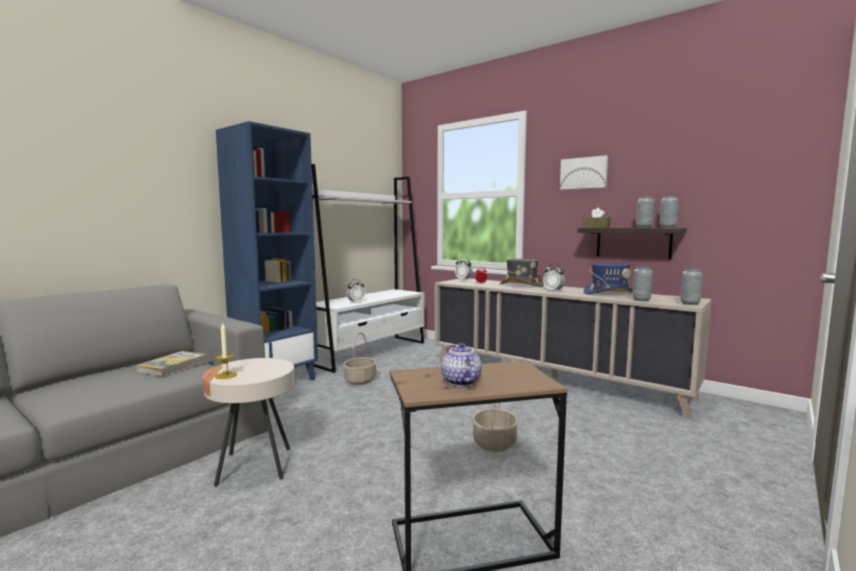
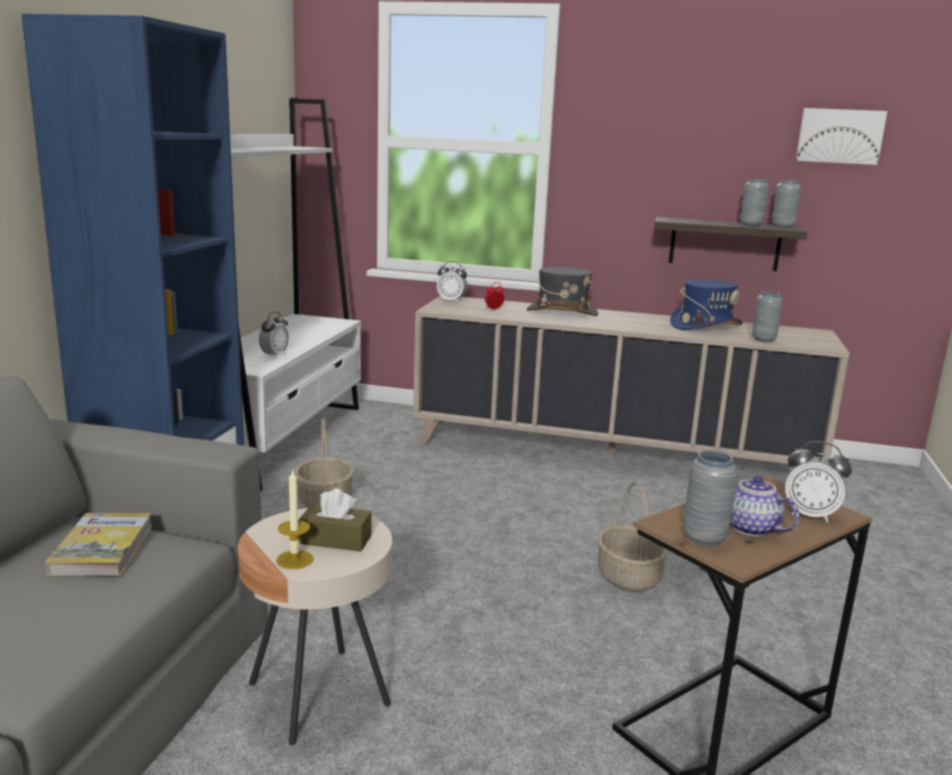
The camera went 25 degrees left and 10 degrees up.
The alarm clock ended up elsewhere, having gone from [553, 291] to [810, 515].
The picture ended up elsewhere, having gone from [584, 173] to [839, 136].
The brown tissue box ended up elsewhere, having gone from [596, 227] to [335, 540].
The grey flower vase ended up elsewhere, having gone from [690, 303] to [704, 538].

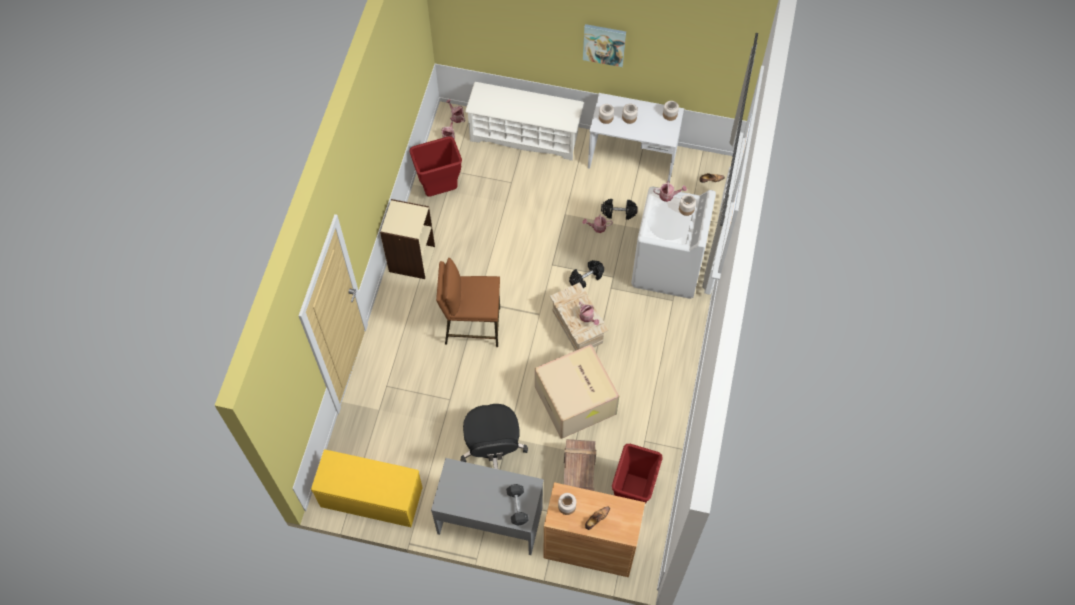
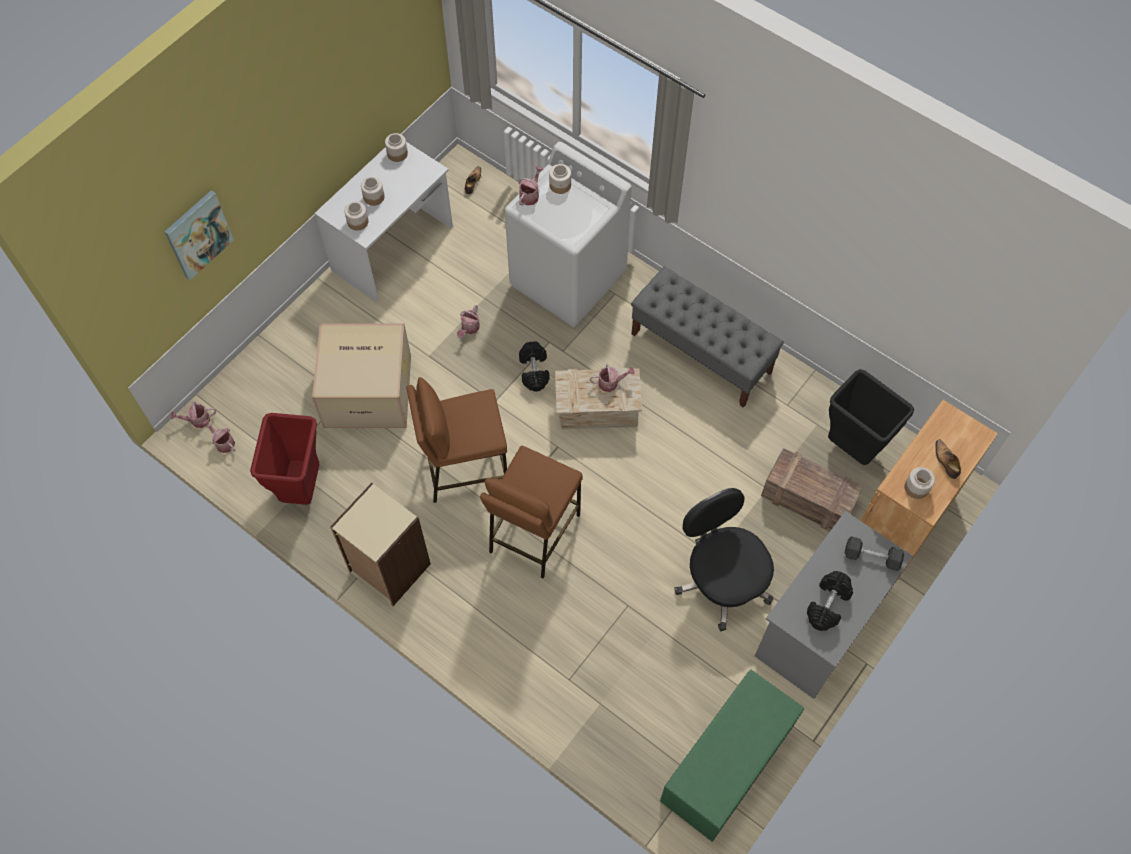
The camera went 65 degrees left and 0 degrees up.
The second view lost the white shoe shelf at [525, 136].
The second view gained the brown stool at [465, 468].
The second view gained the grey indoor bench at [701, 353].
The cardboard box ended up elsewhere, having gone from [576, 401] to [369, 390].
The picture ended up elsewhere, having gone from [604, 44] to [198, 234].
The blackish free weight ended up elsewhere, having gone from [618, 212] to [828, 605].
What was the yellow indoor bench at [370, 497] turned into the greenish indoor bench at [726, 766].
What was the red waste bin at [631, 494] turned into the blackish waste bin at [850, 449].
The blackish office chair at [493, 448] ended up facing another way, 135 degrees counterclockwise from before.

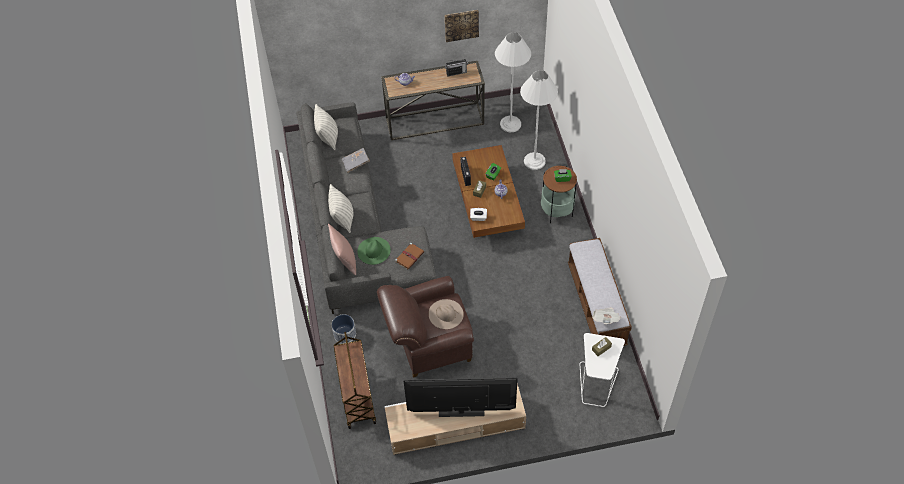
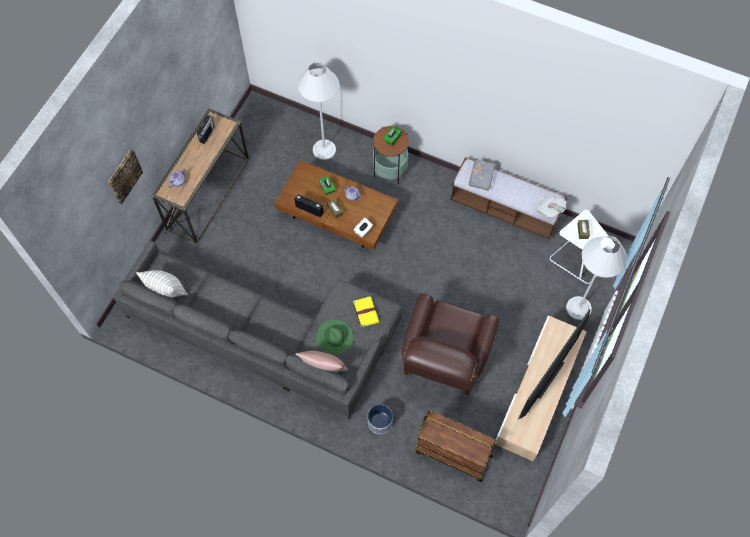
The camera went 55 degrees left and 10 degrees up.
The second view lost the cushion at [342, 218].
The second view lost the beige-coloured clothing hat at [445, 314].
The grey bound book ended up elsewhere, having gone from [356, 163] to [481, 177].
The picture ended up elsewhere, having gone from [461, 25] to [124, 176].
The white standing lamp ended up elsewhere, having gone from [510, 124] to [578, 308].
What was the brown bound book at [410, 256] turned into the yellow bound book at [365, 311].

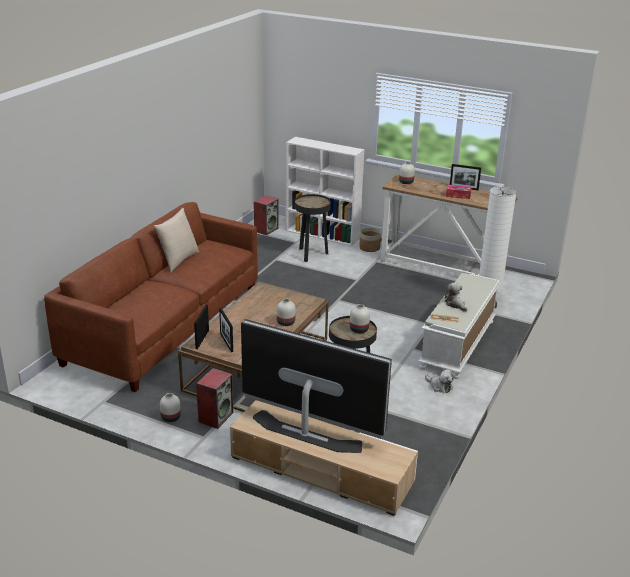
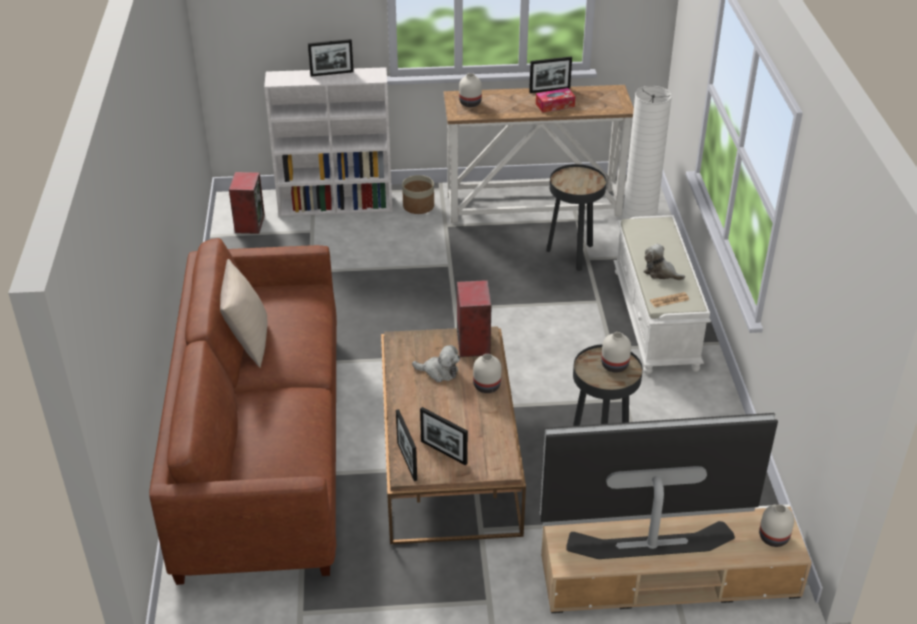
The camera went 30 degrees left and 10 degrees up.
The second view gained the picture frame at [332, 73].
The white flower vase ended up elsewhere, having gone from [171, 418] to [774, 537].
The loudspeaker ended up elsewhere, having gone from [216, 417] to [472, 342].
The blackish side table ended up elsewhere, having gone from [311, 255] to [572, 256].
The plush toy ended up elsewhere, having gone from [439, 386] to [439, 372].

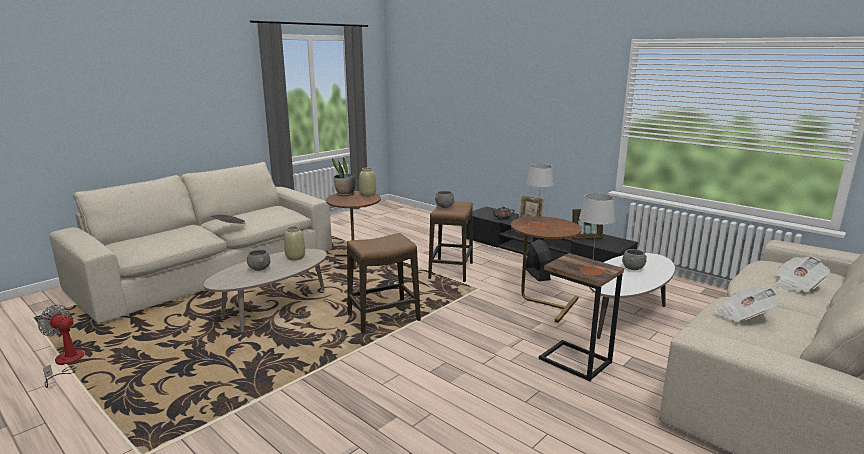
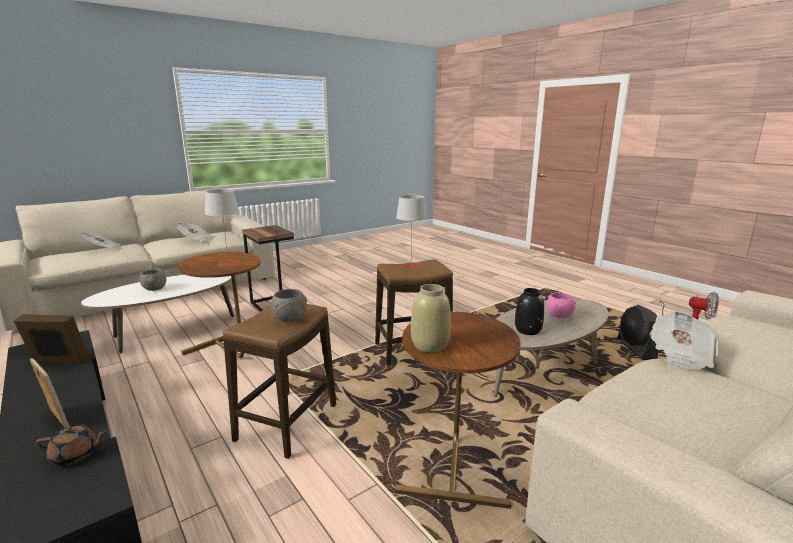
The camera went 170 degrees left and 0 degrees up.
The second view lost the potted plant at [345, 194].
The blackish fan ended up elsewhere, having gone from [537, 274] to [636, 349].
The grey tabletop lamp ended up elsewhere, having gone from [591, 271] to [411, 266].
What was the grey serving bowl at [259, 269] turned into the pink serving bowl at [558, 316].
What was the beige-coloured flower vase at [295, 257] turned into the blackish flower vase at [527, 330].

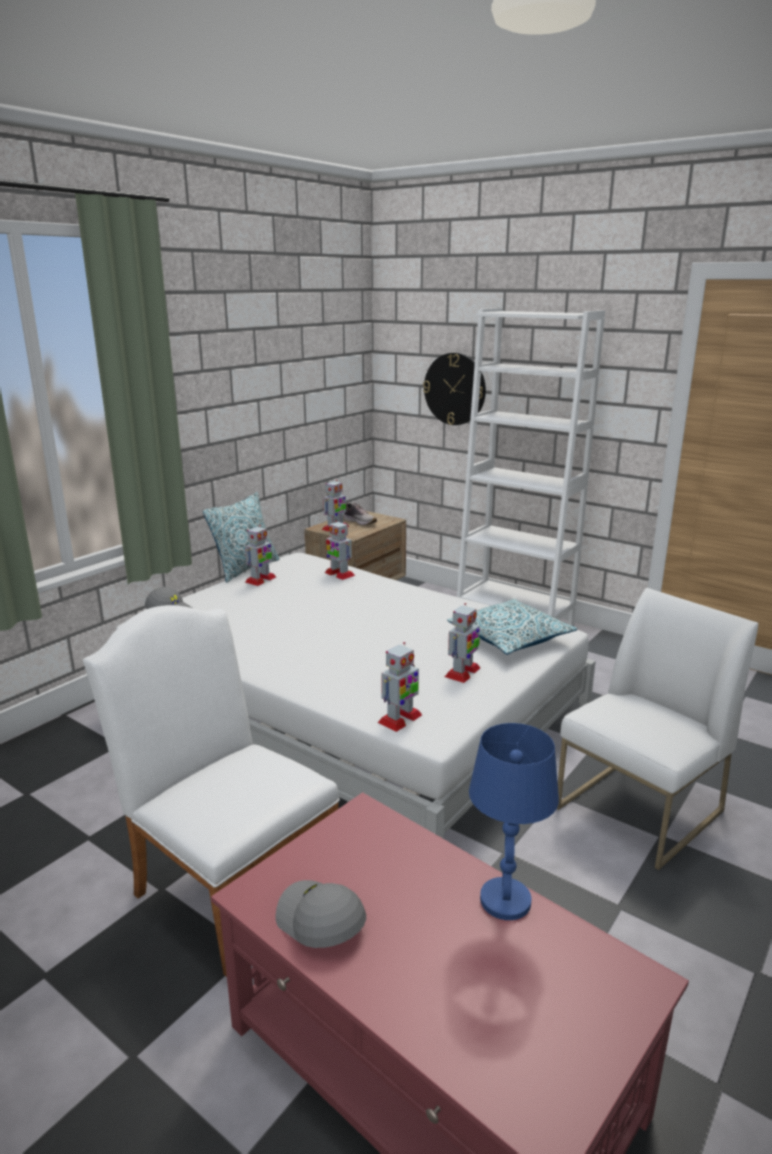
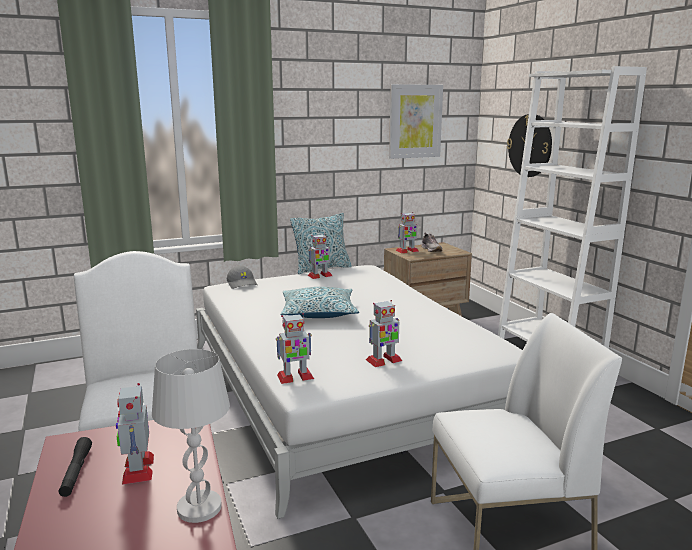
The camera went 30 degrees right and 5 degrees down.
The second view gained the picture at [415, 121].
The model robot ended up elsewhere, having gone from [339, 574] to [138, 468].
The cushion ended up elsewhere, having gone from [510, 638] to [318, 312].
Where the grey peaked cap stood at [319, 922], the blackish torch came to stand at [76, 472].
What was the bluish tabletop lamp at [505, 900] turned into the white tabletop lamp at [199, 507].

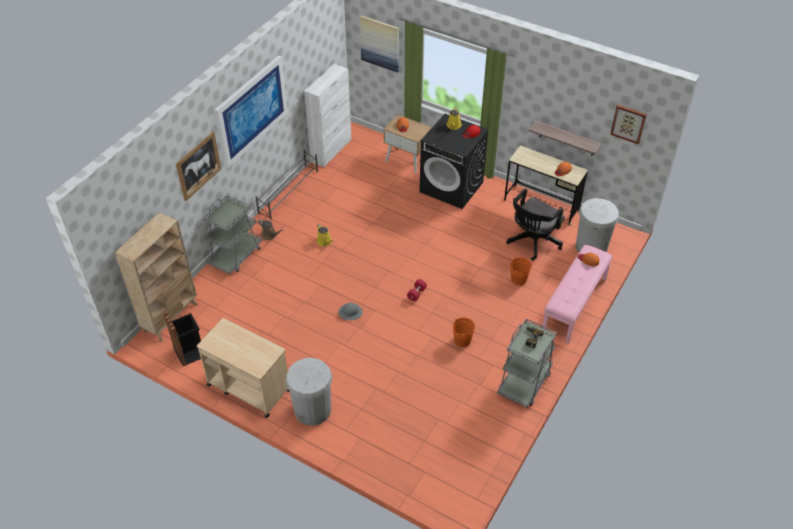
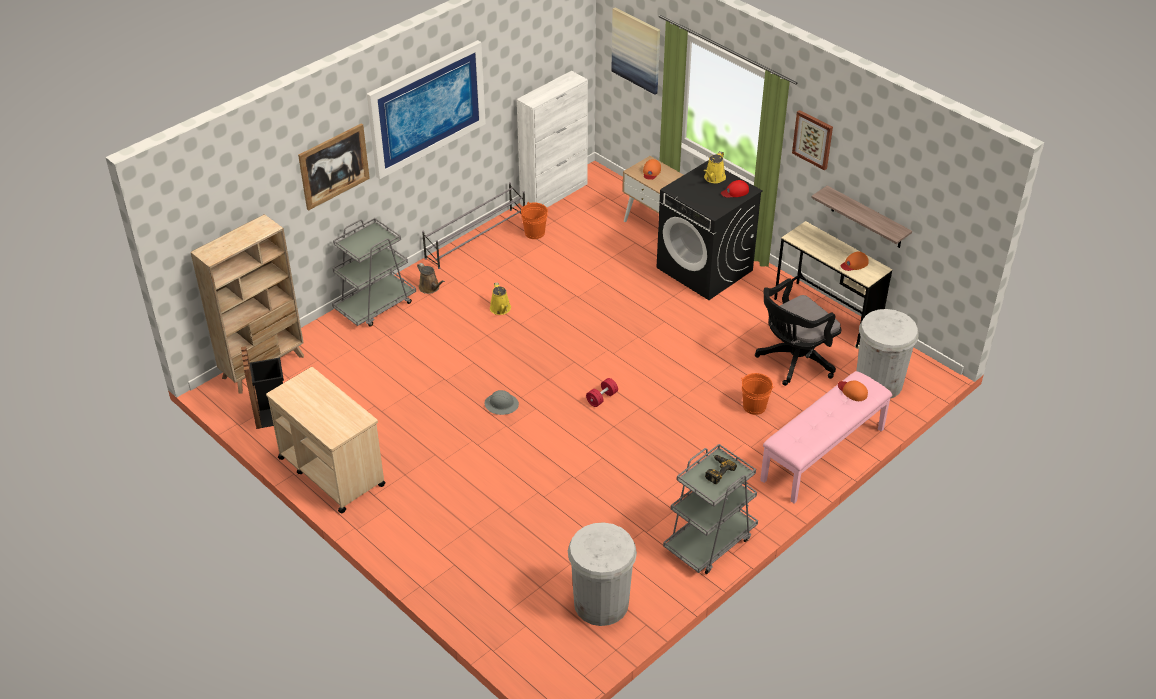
The camera went 15 degrees right and 5 degrees down.
The white waste bin ended up elsewhere, having gone from [312, 409] to [601, 603].
The orange bucket ended up elsewhere, having gone from [462, 340] to [534, 233].
The picture ended up elsewhere, having gone from [628, 123] to [813, 139].

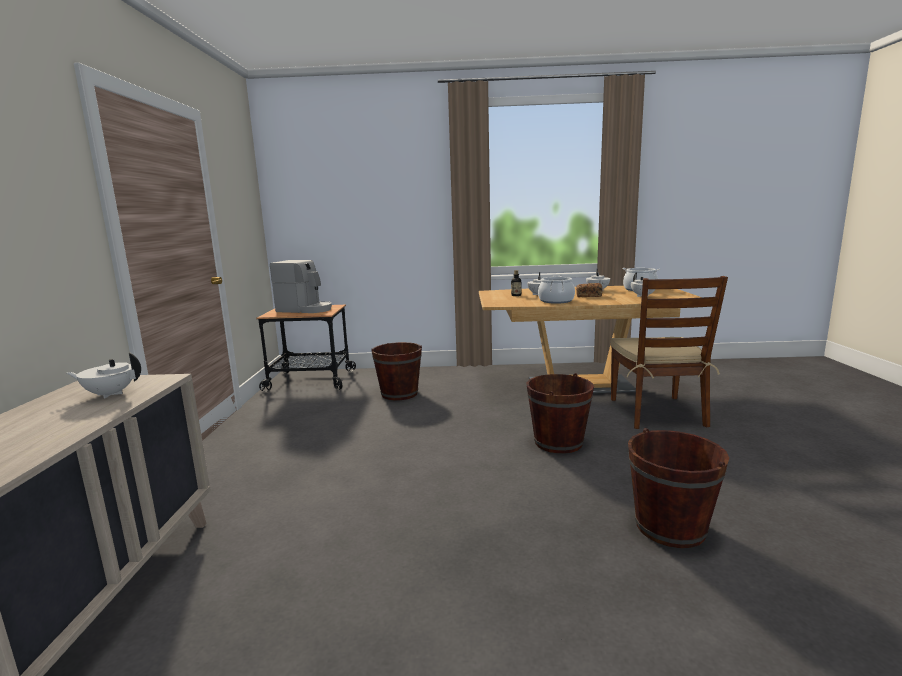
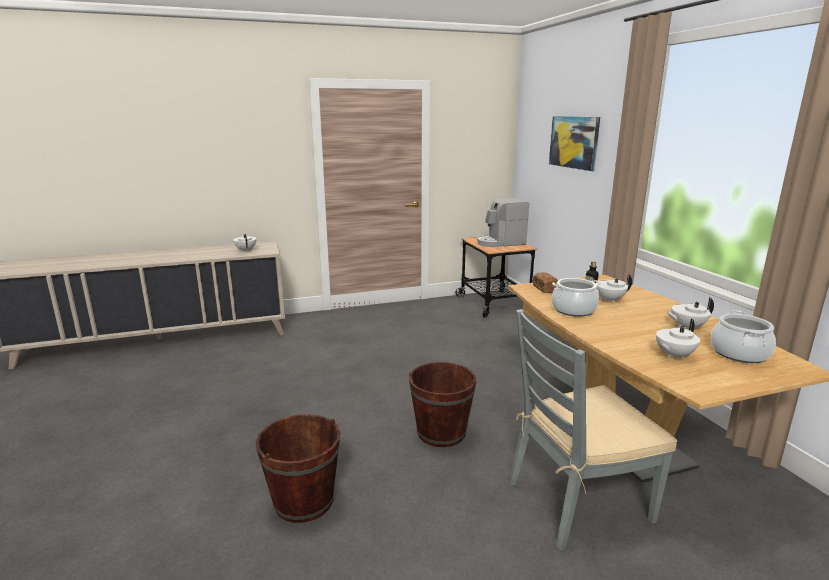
The camera went 70 degrees right and 5 degrees up.
The second view lost the brown bucket at [399, 394].
The second view gained the picture at [574, 142].
The baked bread ended up elsewhere, having gone from [588, 296] to [544, 288].
What was the brown plain chair at [657, 412] turned into the grey plain chair at [577, 501].
The coffee brewer at [305, 309] ended up facing another way, 75 degrees clockwise from before.

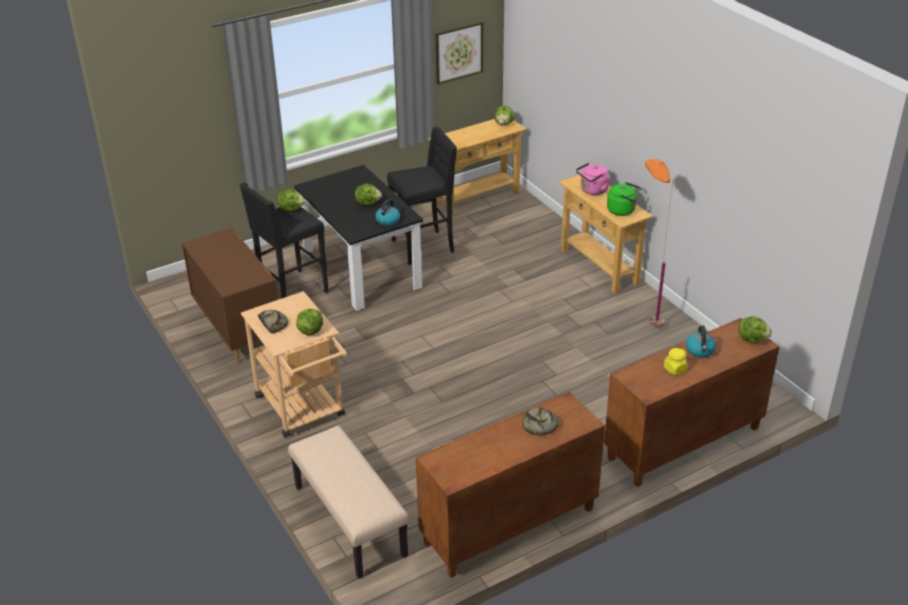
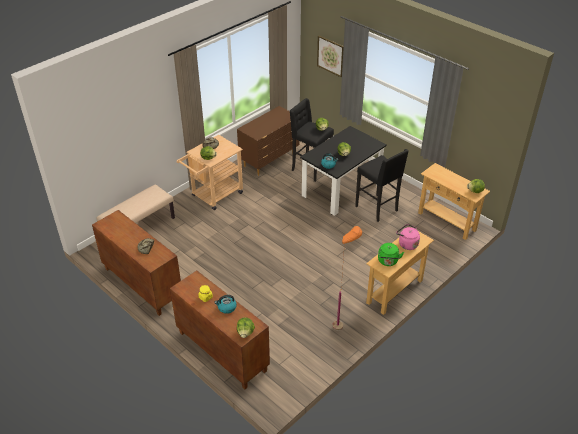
The camera went 75 degrees right and 5 degrees up.
The picture ended up elsewhere, having gone from [458, 52] to [330, 56].

